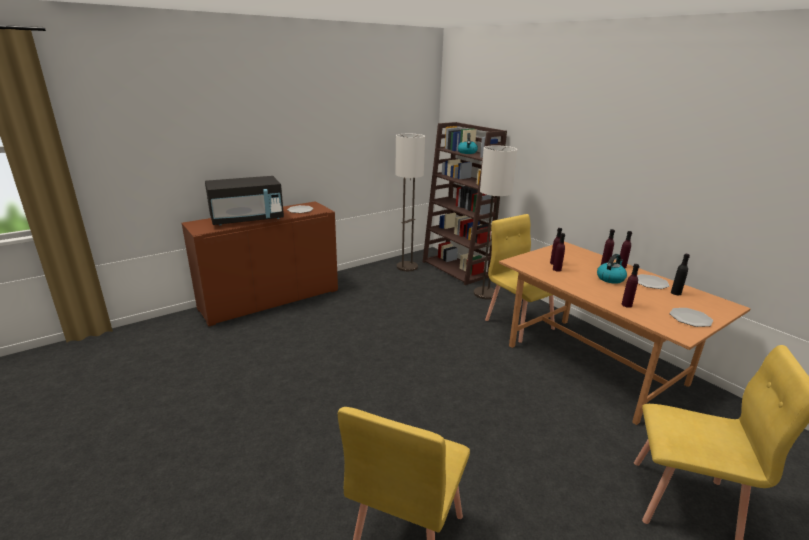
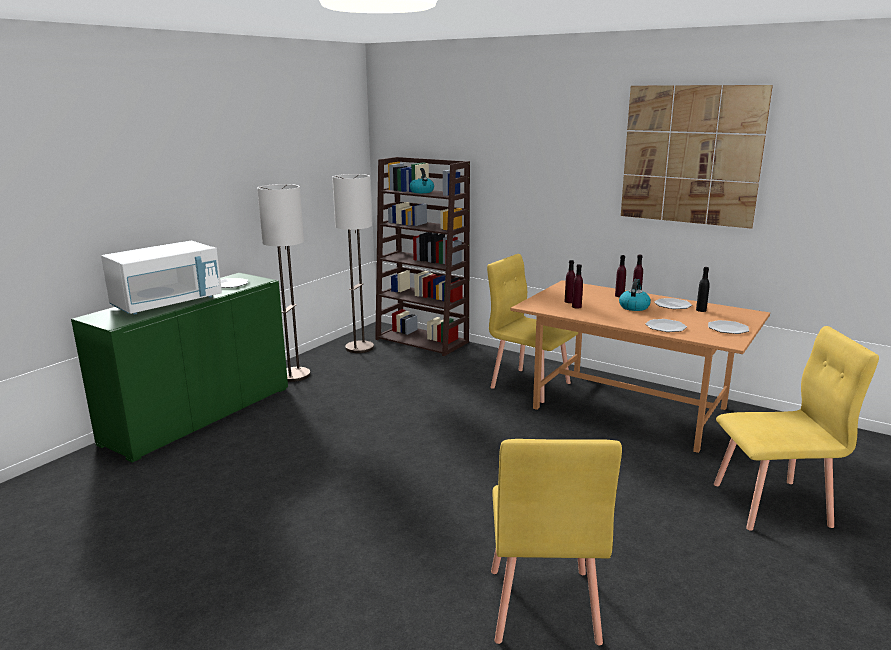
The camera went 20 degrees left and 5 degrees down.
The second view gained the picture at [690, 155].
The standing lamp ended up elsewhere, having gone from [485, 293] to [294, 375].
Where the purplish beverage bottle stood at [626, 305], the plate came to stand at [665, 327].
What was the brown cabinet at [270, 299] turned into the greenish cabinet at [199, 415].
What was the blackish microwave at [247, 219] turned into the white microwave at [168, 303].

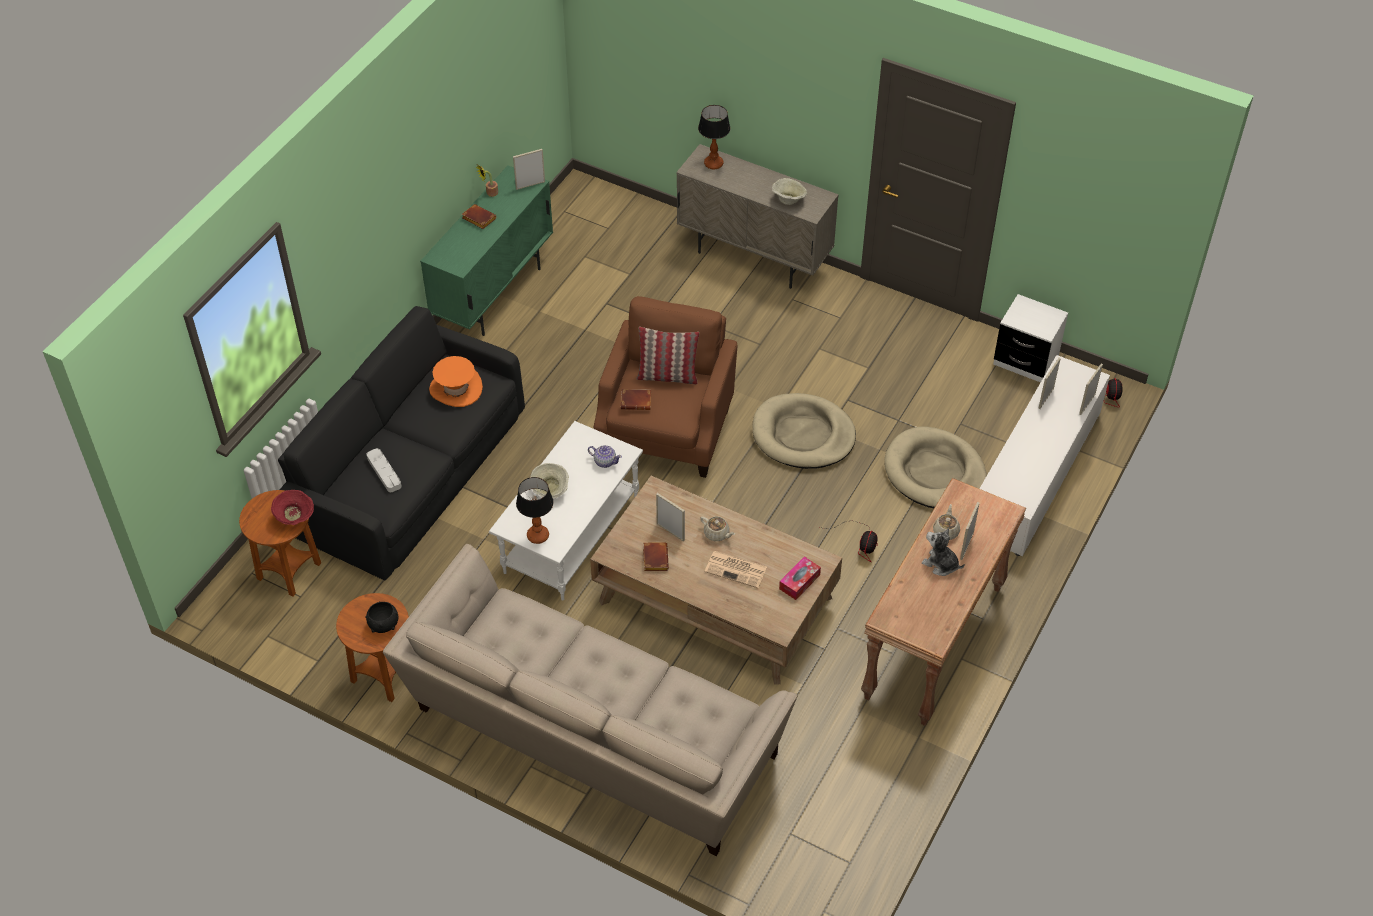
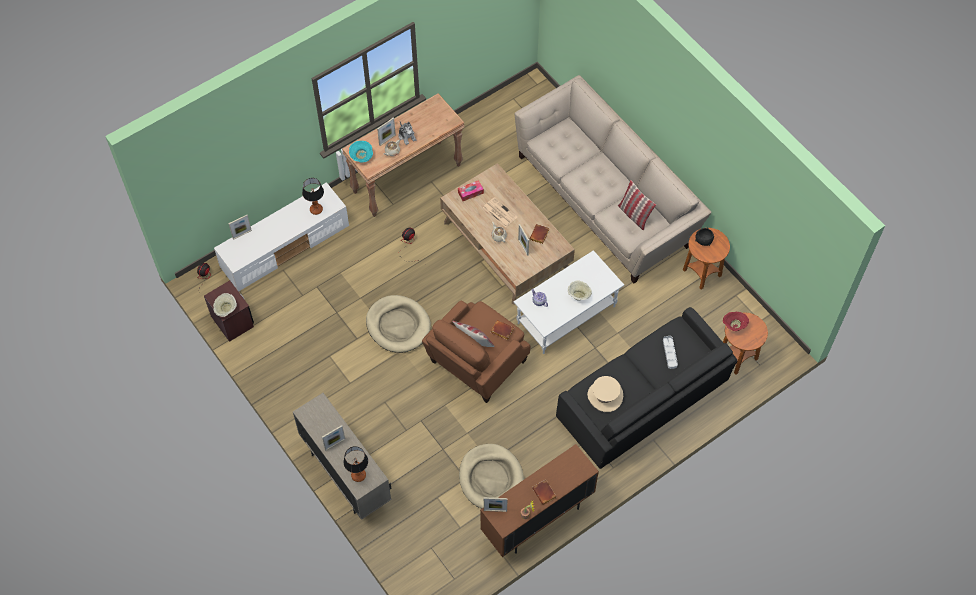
The camera went 155 degrees left and 10 degrees up.
The second view gained the turquoise-coloured serving bowl at [361, 157].
The second view gained the cushion at [634, 215].
The tabletop lamp ended up elsewhere, having gone from [538, 535] to [316, 210].
The beige-coloured serving bowl ended up elsewhere, having gone from [788, 200] to [226, 310].
The beige-coloured pet bed ended up elsewhere, having gone from [934, 472] to [491, 478].
The picture frame ended up elsewhere, having gone from [1046, 398] to [335, 444].
What was the greenish cabinet at [494, 294] turned into the brown cabinet at [537, 519].
What was the orange clothing hat at [456, 389] turned into the beige-coloured clothing hat at [605, 396].
What was the white nightstand at [1025, 360] turned into the brown nightstand at [232, 321].

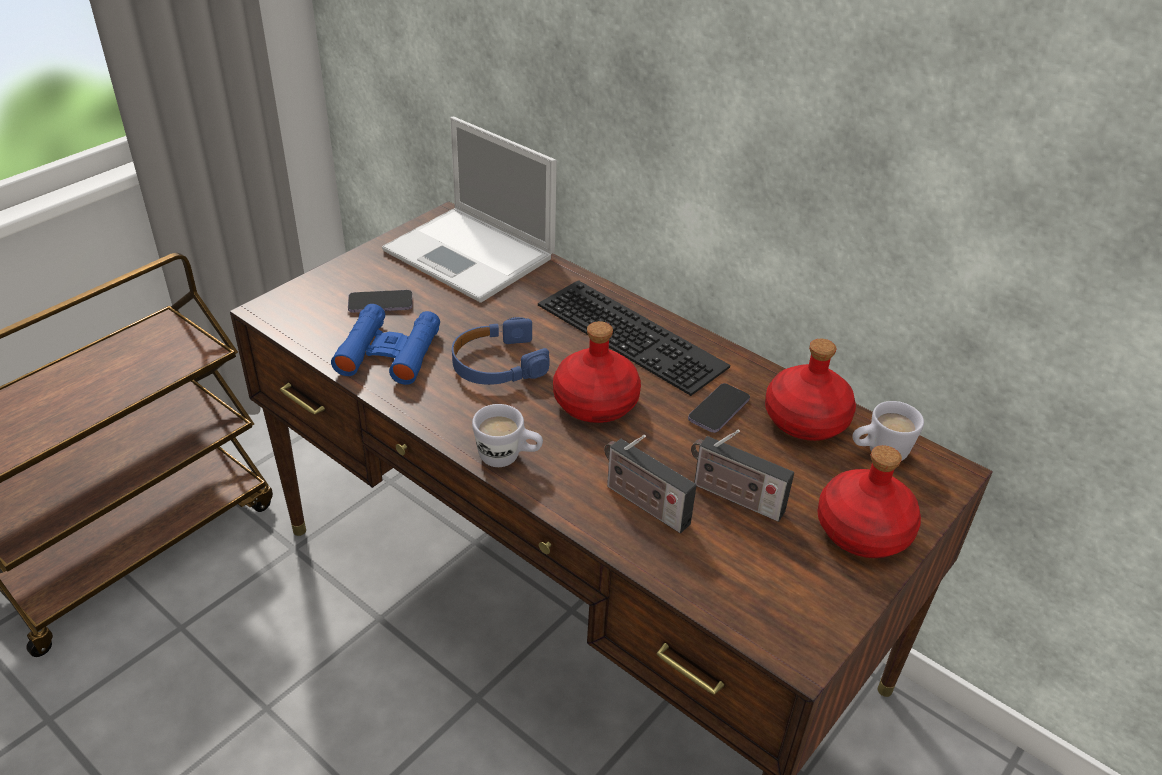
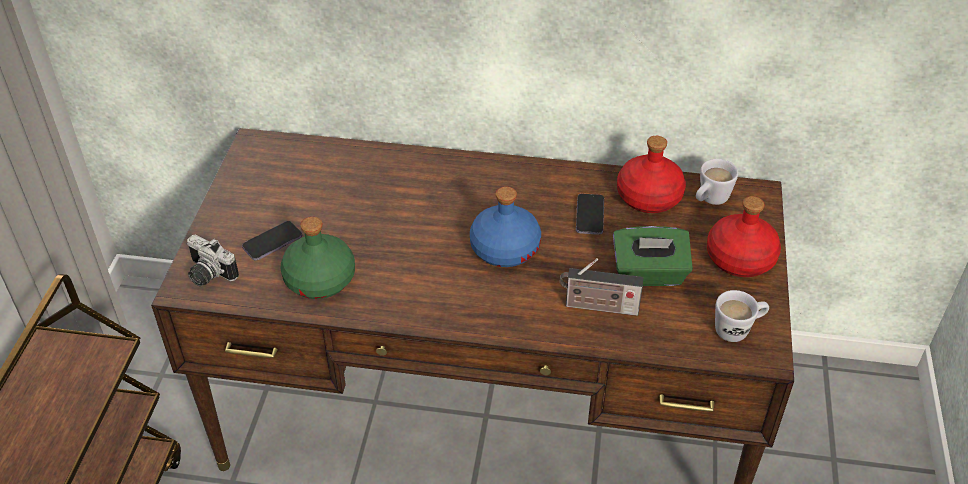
The camera went 30 degrees left and 5 degrees up.
The second view lost the laptop at [472, 255].
The second view lost the bluish headset at [497, 364].
The second view lost the computer keyboard at [635, 334].
The second view gained the photo camera at [207, 275].
The white coffee mug ended up elsewhere, having gone from [508, 458] to [738, 330].
Where the bluish pair of binoculars stood at [389, 352], the greenish beverage bottle came to stand at [319, 280].
Where the radio stood at [733, 497], the greenish tissue box came to stand at [649, 274].
What was the red beverage bottle at [595, 402] turned into the bluish beverage bottle at [504, 248].

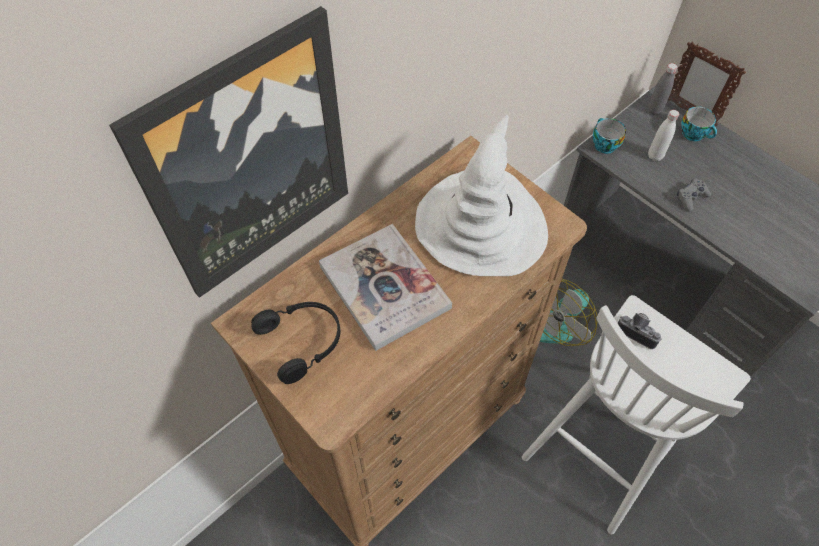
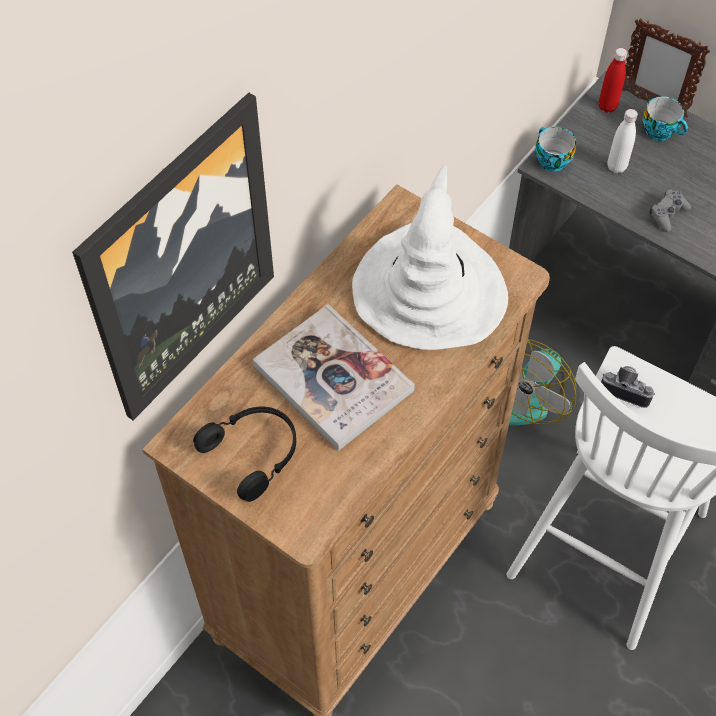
The camera went 10 degrees left and 0 degrees up.
What was the grey beverage bottle at [654, 111] turned into the red beverage bottle at [607, 107].

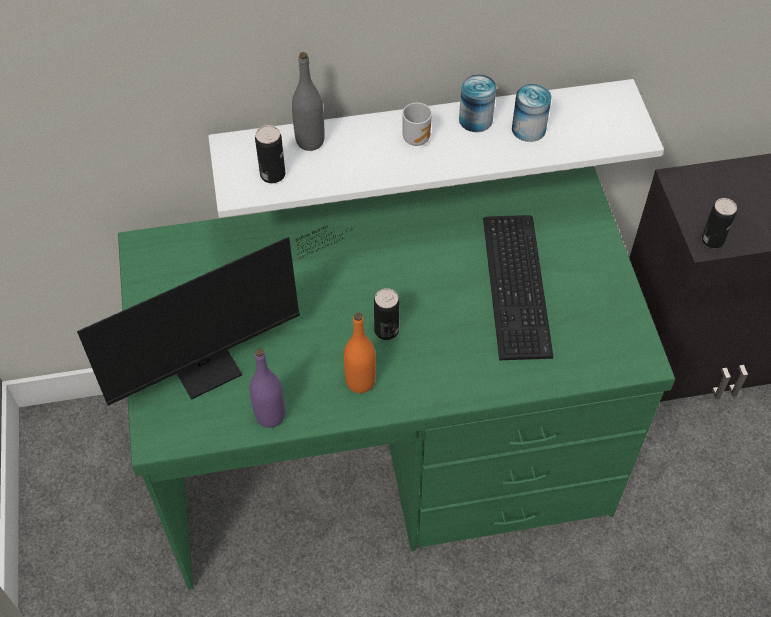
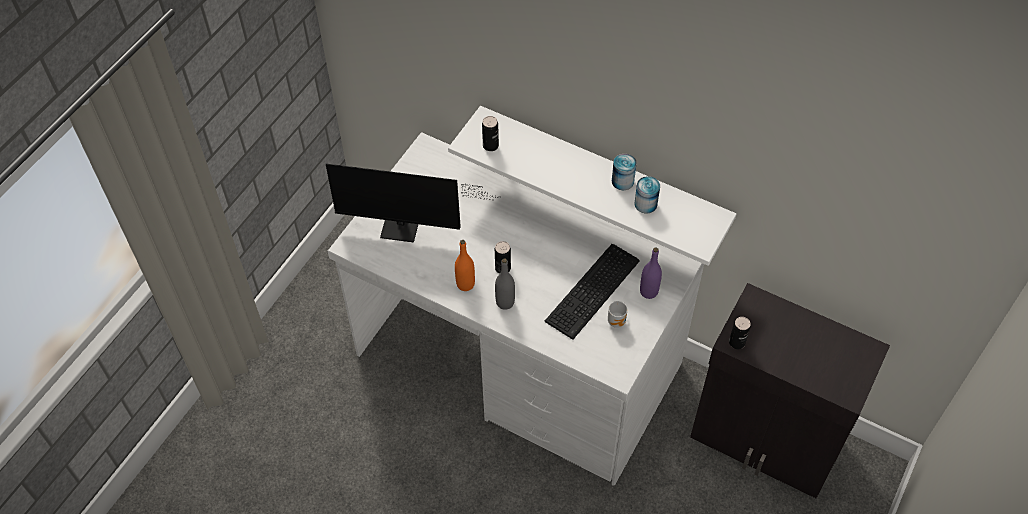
The camera went 40 degrees right and 0 degrees up.
The purplish beverage bottle ended up elsewhere, having gone from [270, 416] to [648, 291].
The grey beverage bottle ended up elsewhere, having gone from [310, 141] to [505, 302].
The coffee mug ended up elsewhere, having gone from [417, 138] to [617, 321].
What was the greenish desk table at [386, 455] turned into the white desk table at [518, 361].

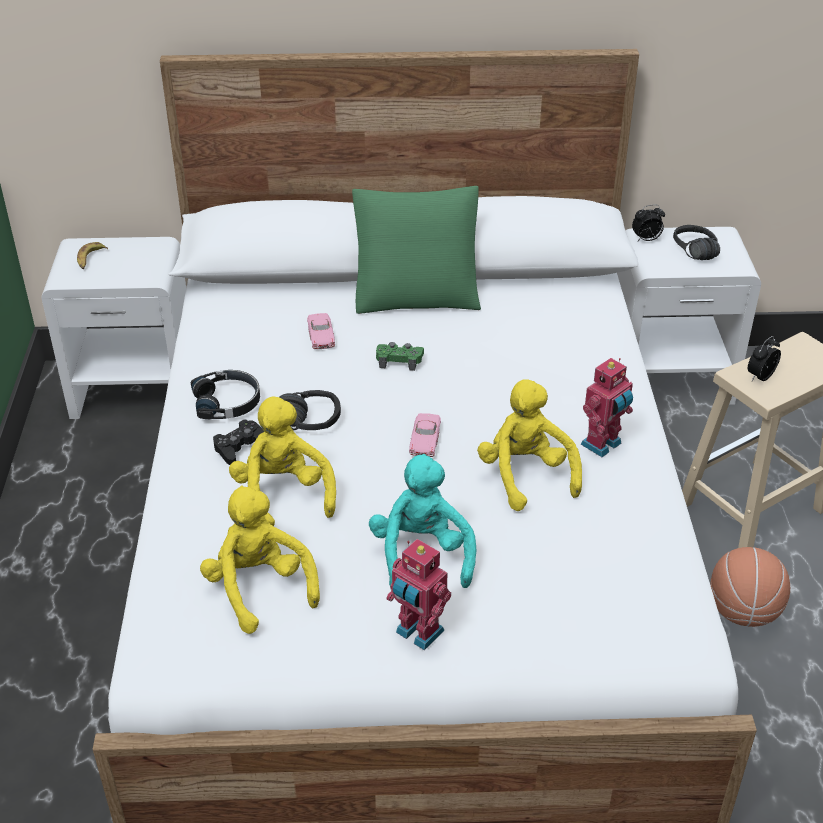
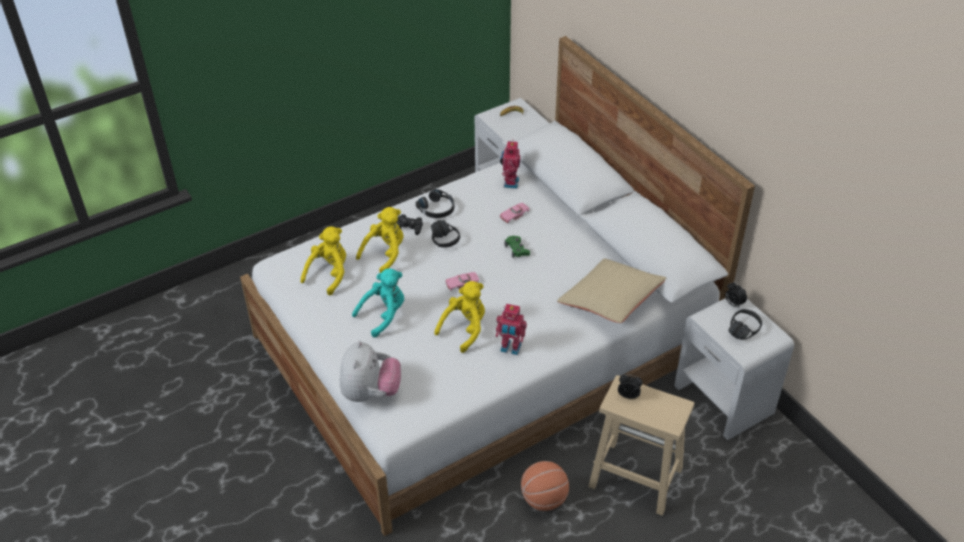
The camera went 60 degrees right and 5 degrees up.
The second view lost the greenish cushion at [417, 292].
The second view gained the plush toy at [370, 393].
The second view gained the beige-coloured cushion at [610, 301].
The model robot ended up elsewhere, having gone from [418, 633] to [509, 183].

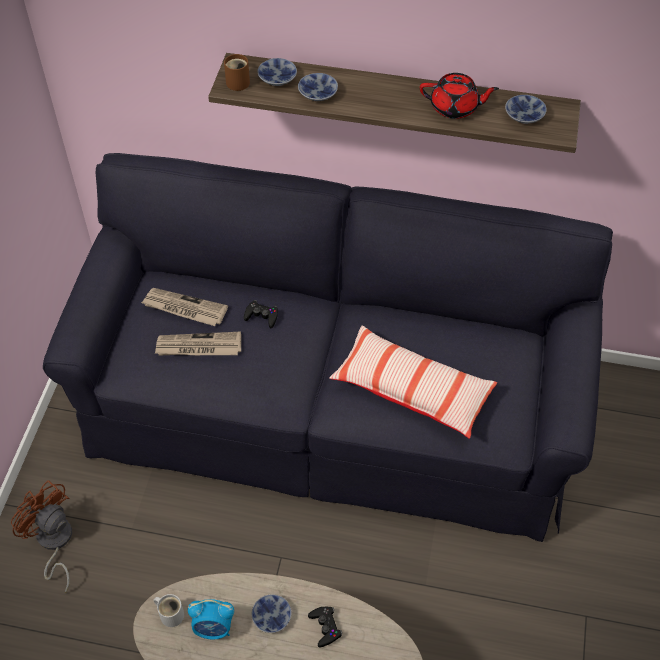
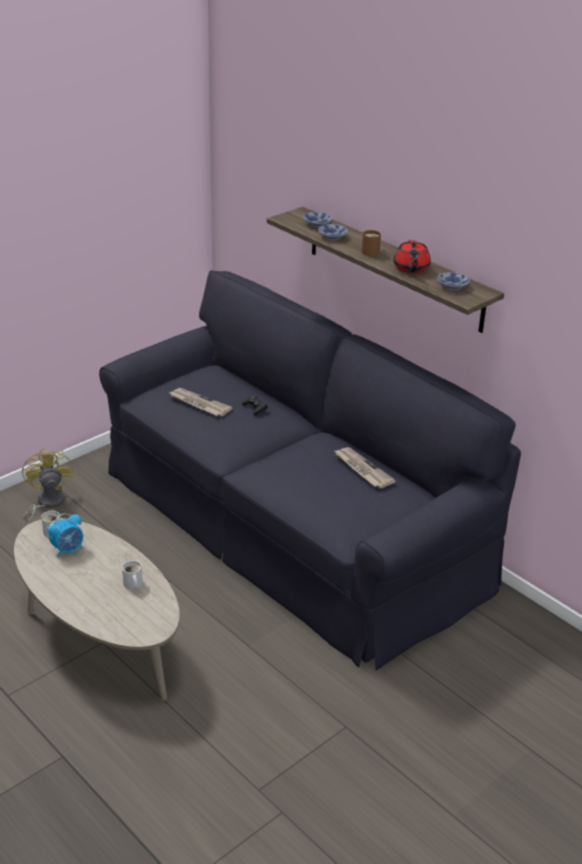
The camera went 35 degrees right and 20 degrees down.
The second view lost the serving bowl at [270, 617].
The second view lost the cushion at [412, 390].
The newspaper ended up elsewhere, having gone from [184, 308] to [362, 469].
The brown coffee mug ended up elsewhere, having gone from [238, 81] to [371, 252].
Where the blackish gamepad stood at [325, 627], the white coffee mug came to stand at [132, 584].
What was the brown fan at [54, 543] turned into the yellow fan at [46, 504].
The alarm clock at [214, 628] ended up facing another way, 75 degrees counterclockwise from before.
The red pot for tea at [455, 107] ended up facing another way, 45 degrees clockwise from before.

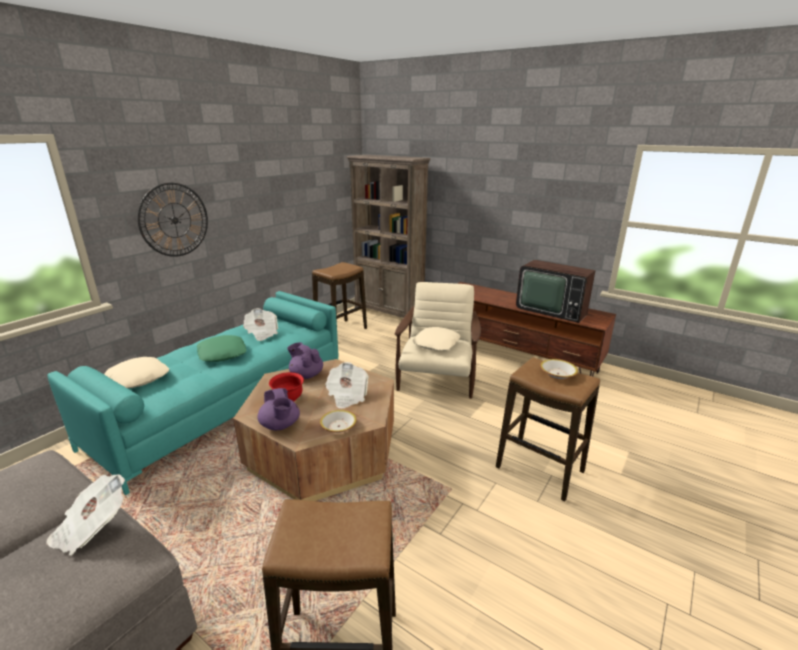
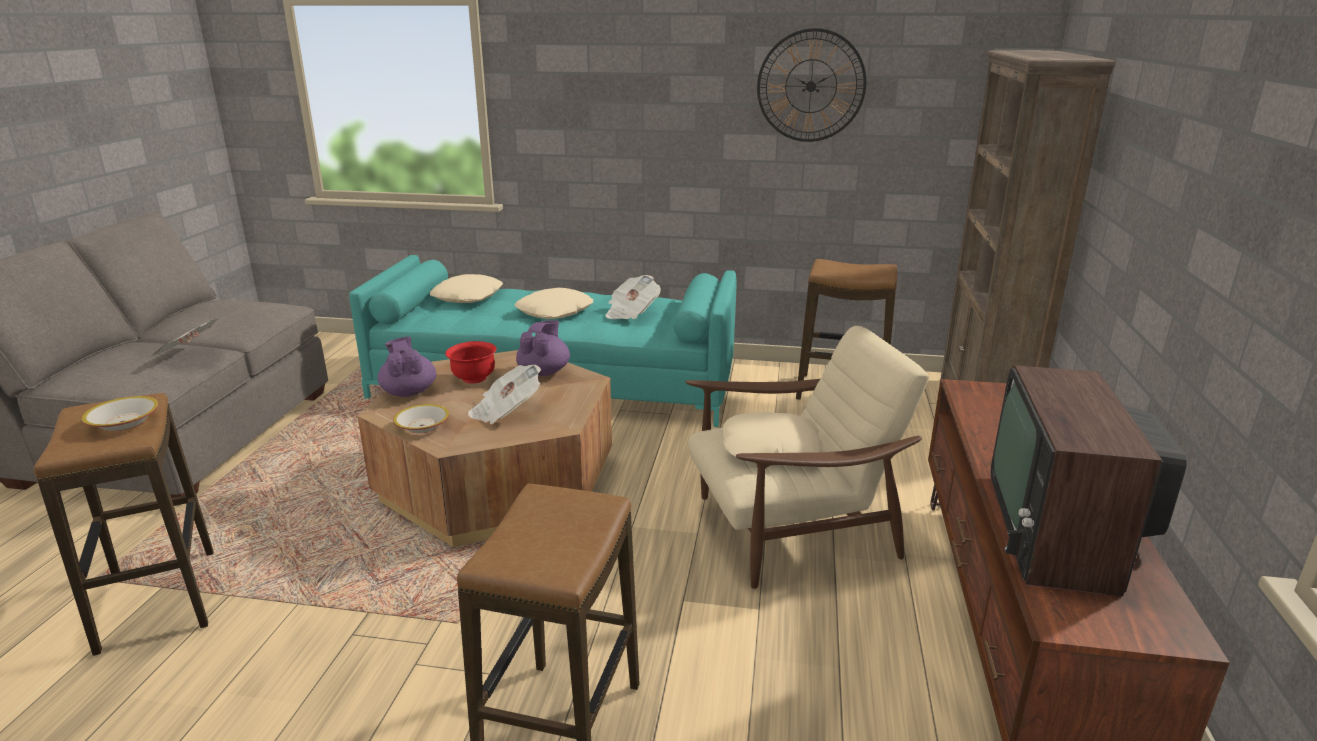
The camera went 65 degrees right and 0 degrees up.
The hanging clock ended up elsewhere, having gone from [174, 220] to [811, 86].
The serving bowl ended up elsewhere, having gone from [557, 374] to [123, 423].
What was the greenish cushion at [223, 353] turned into the beige-coloured cushion at [555, 312].
The purplish pot for tea at [280, 425] ended up facing another way, 120 degrees clockwise from before.

